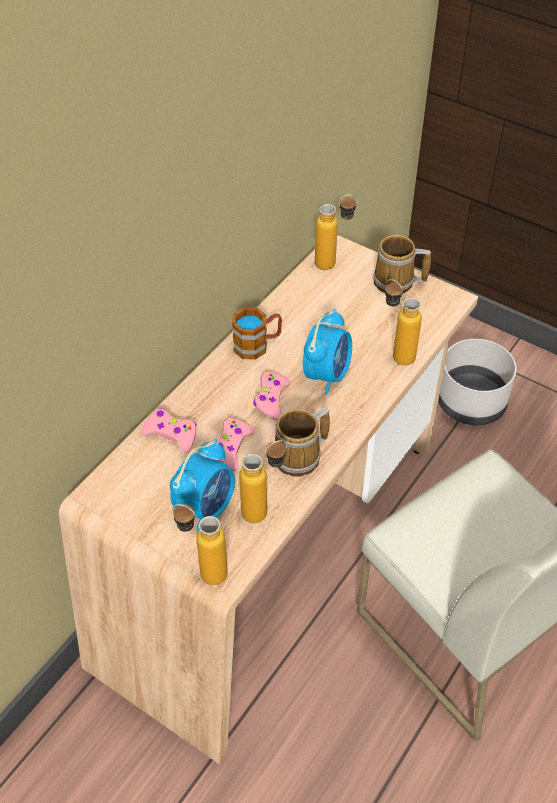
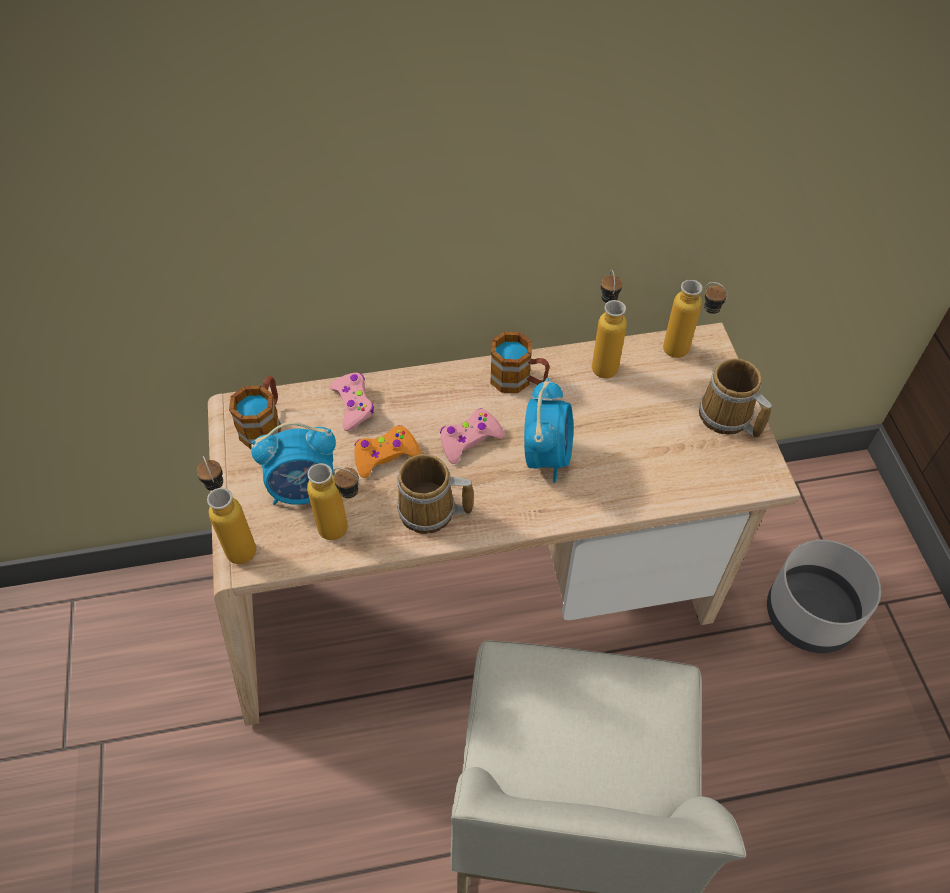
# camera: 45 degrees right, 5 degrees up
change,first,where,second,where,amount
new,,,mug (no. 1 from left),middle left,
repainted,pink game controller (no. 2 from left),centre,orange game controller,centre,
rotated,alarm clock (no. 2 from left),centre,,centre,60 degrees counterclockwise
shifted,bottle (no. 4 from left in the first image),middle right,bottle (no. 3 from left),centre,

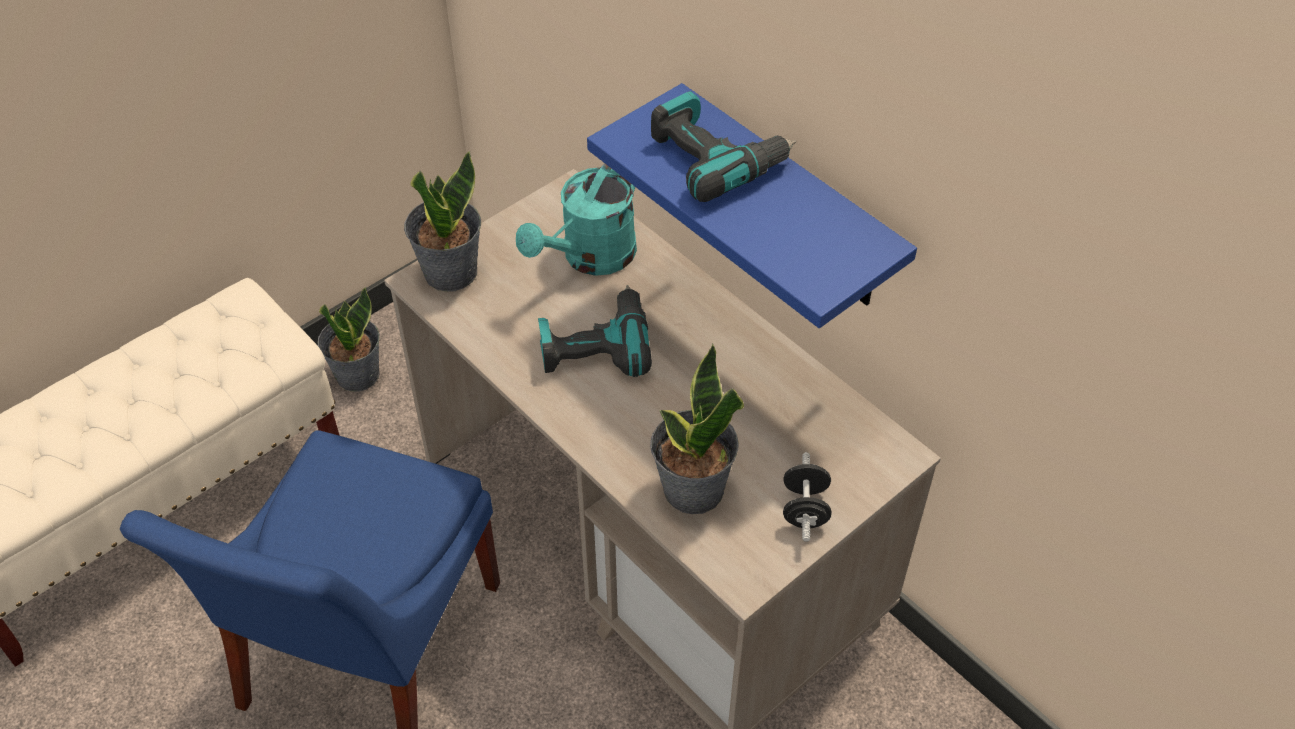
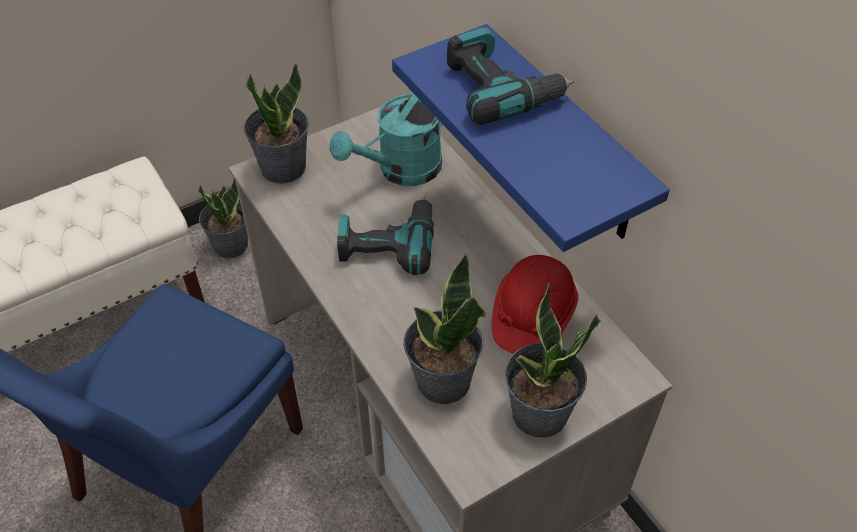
# camera: 10 degrees right, 0 degrees up
change,first,where,second,where,amount
new,,,red hard hat,centre,
swapped,black dumbbell,bottom centre,potted plant (no. 4 from left),bottom centre,

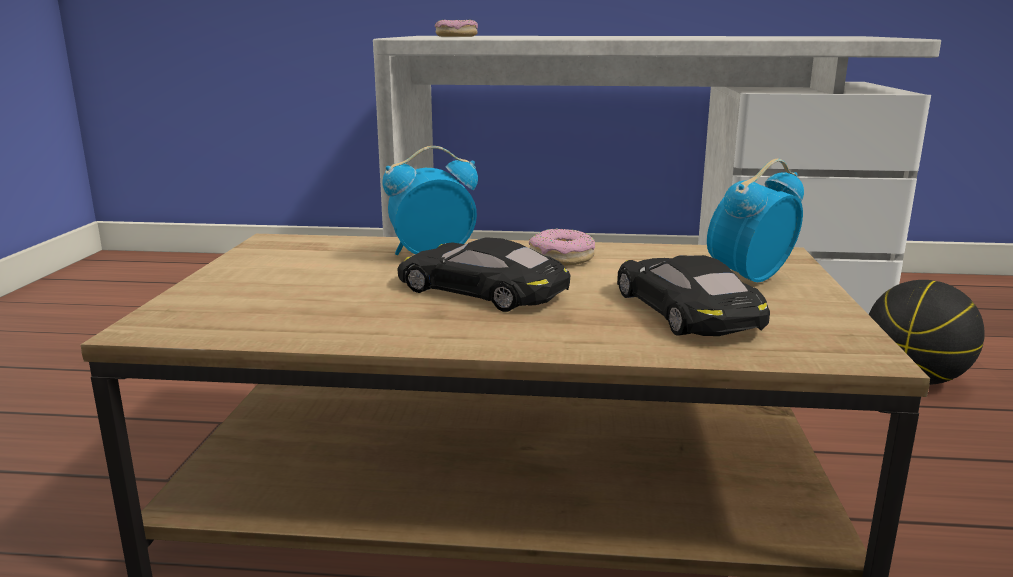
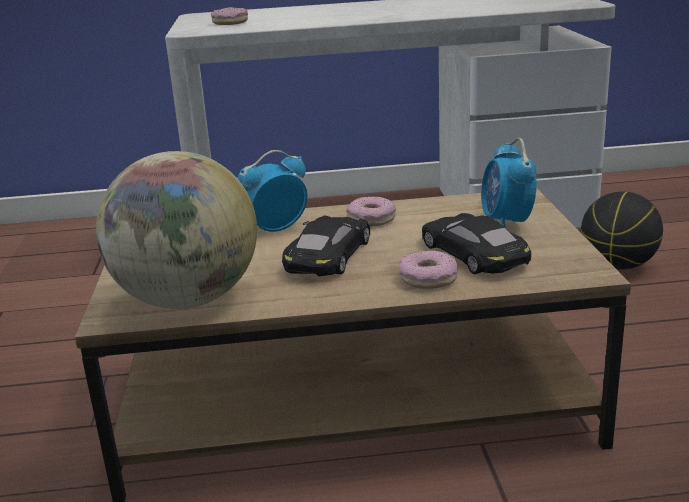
# camera: 10 degrees left, 5 degrees up
change,first,where,second,where,amount
new,,,globe,middle left,
rotated,black toy car (no. 1 from left),centre,,centre,90 degrees clockwise
new,,,donut (no. 3 from left),centre,
rotated,alarm clock (no. 2 from left),middle right,,middle right,45 degrees counterclockwise

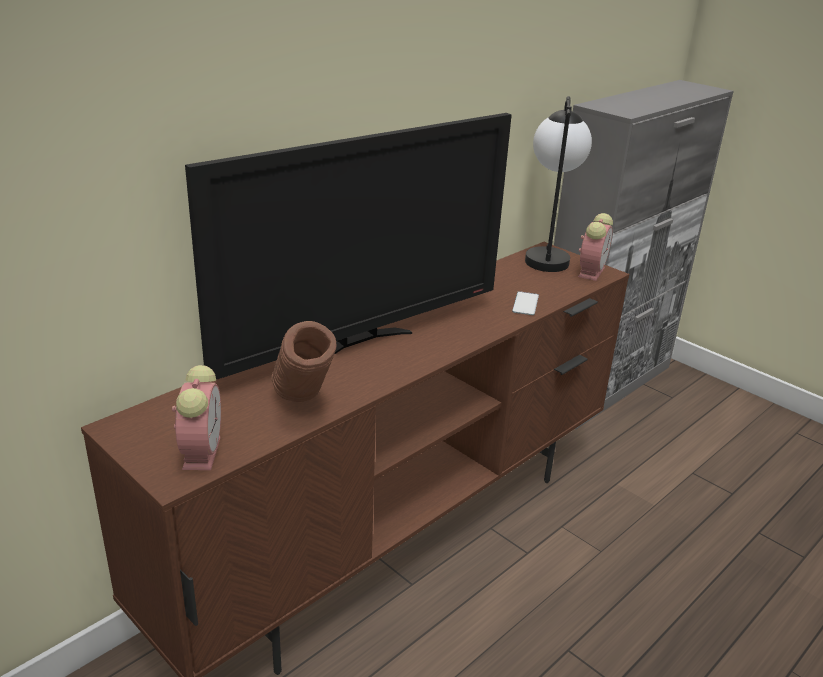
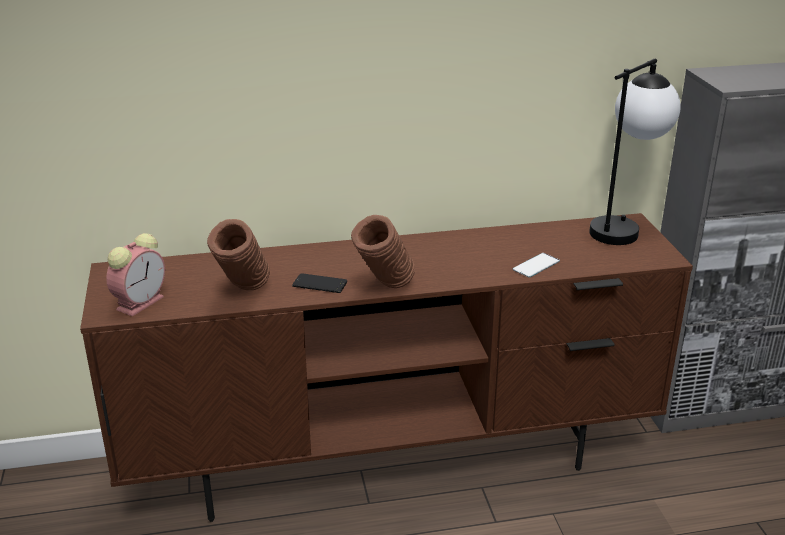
# camera: 35 degrees right, 0 degrees up
change,first,where,second,where,amount
new,,,phone (no. 1 from left),centre,
new,,,brown vase (no. 2 from left),centre,
gone,television,centre,,,
gone,alarm clock (no. 2 from left),middle right,,,

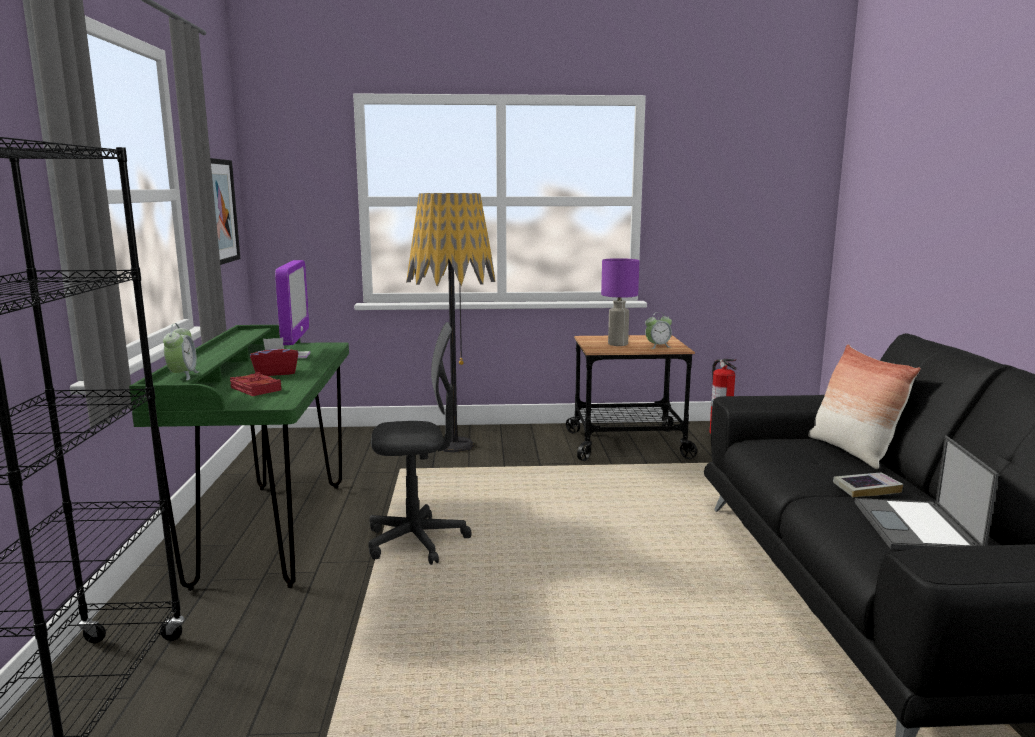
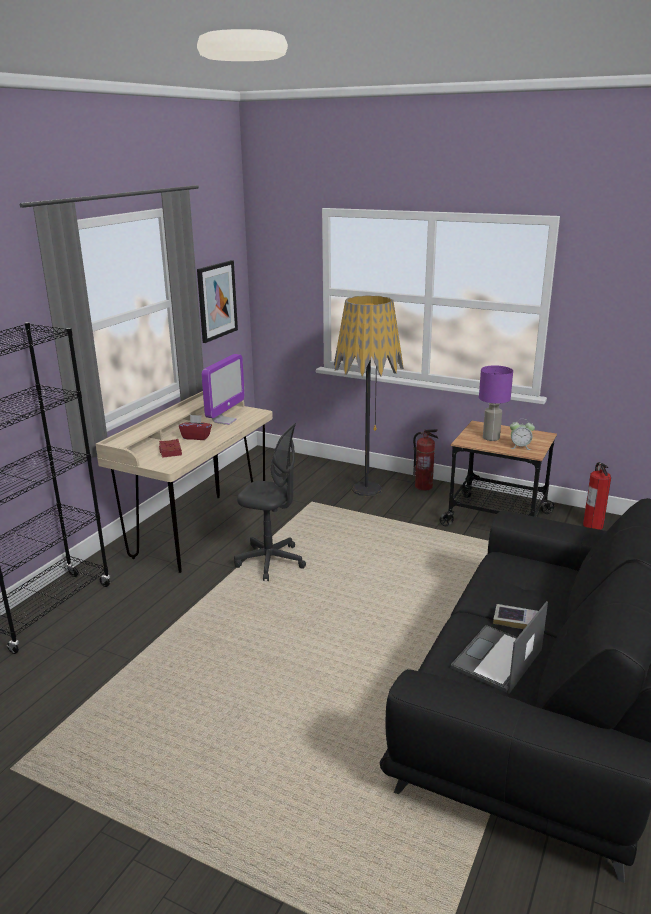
# camera: 30 degrees right, 10 degrees up
change,first,where,second,where,amount
repainted,green desk,middle left,beige desk,middle left,
new,,,fire extinguisher (no. 1 from left),centre,
gone,alarm clock (no. 1 from left),middle left,,,
gone,pillow,middle right,,,

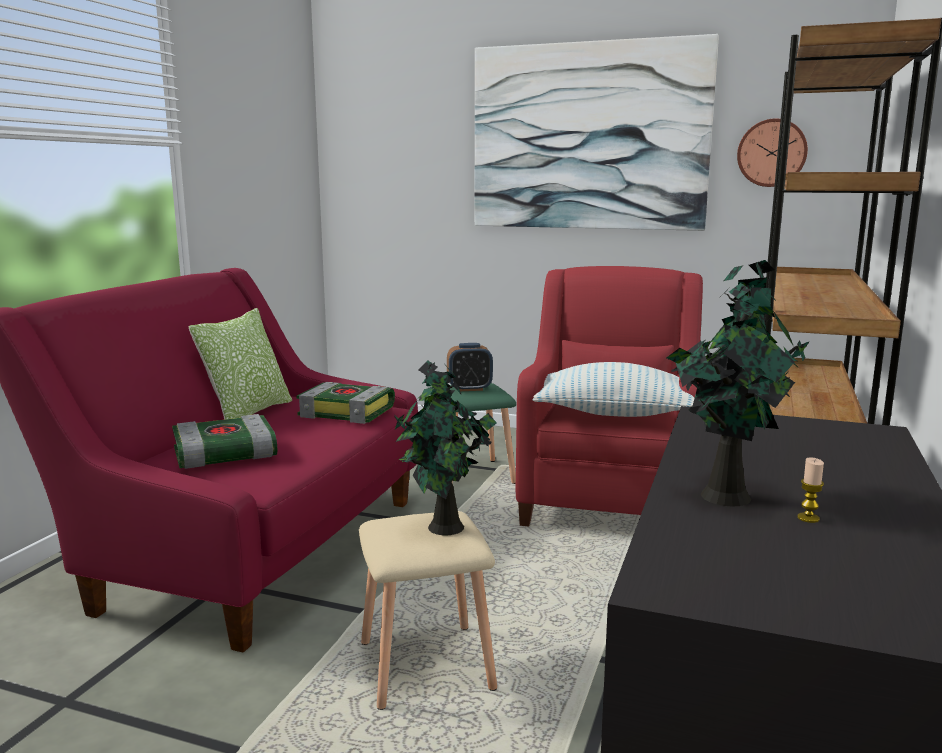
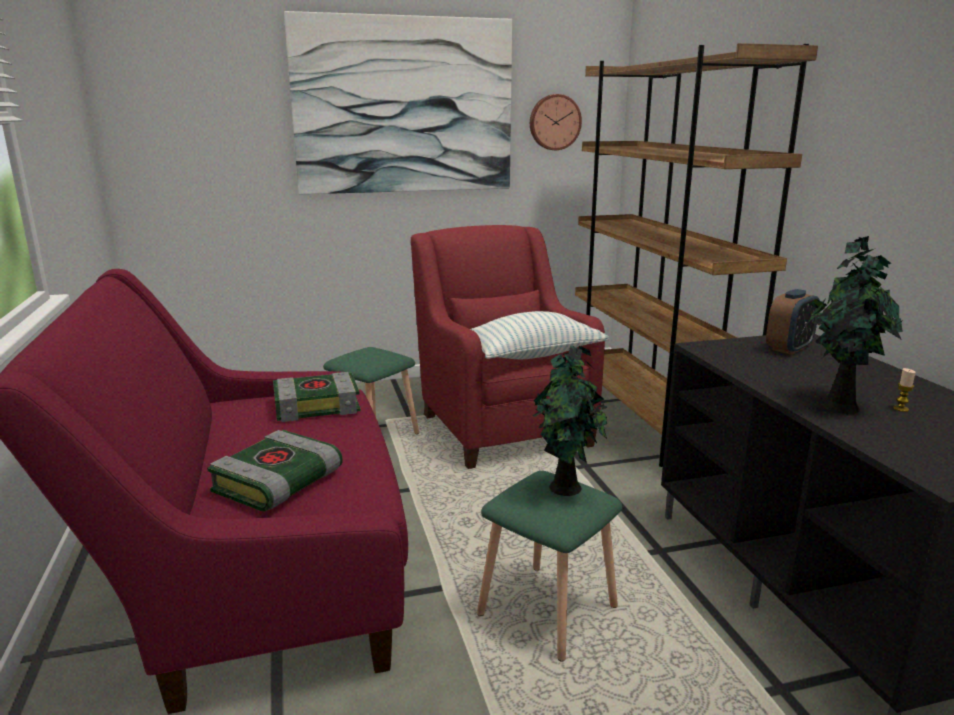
# camera: 35 degrees left, 5 degrees up
change,first,where,second,where,amount
repainted,beige stool,bottom centre,green stool (no. 2 from left),bottom centre,
shifted,alarm clock,centre,,middle right,
gone,pillow (no. 1 from left),middle left,,,

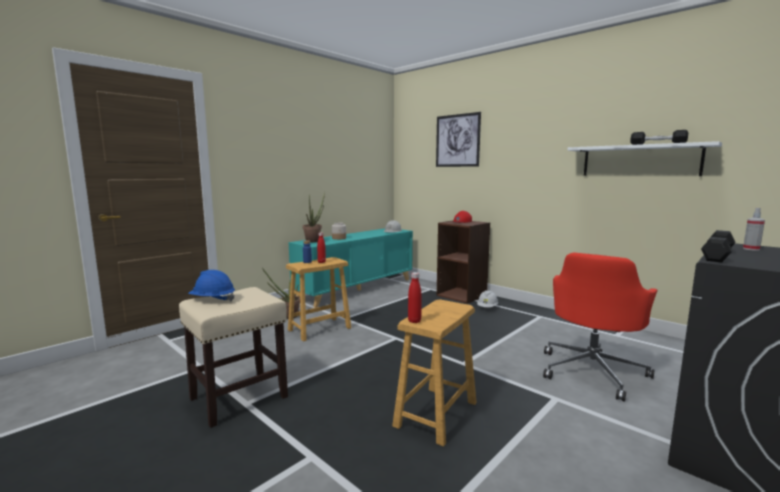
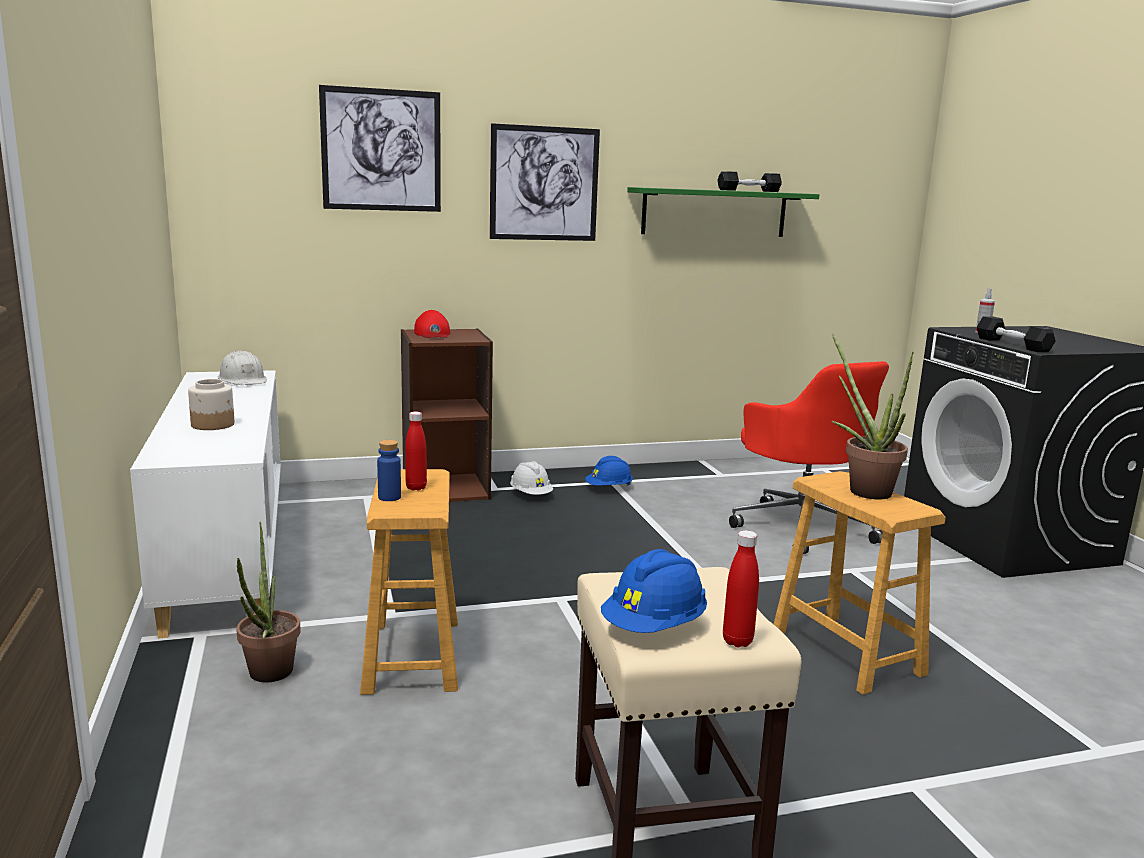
# camera: 60 degrees left, 5 degrees up
change,first,where,second,where,amount
repainted,turquoise cabinet,centre,white cabinet,middle left,
new,,,picture (no. 2 from left),top centre,
new,,,blue hard hat (no. 1 from left),centre,
repainted,white shelf,top right,green shelf,top centre,
shifted,red bottle (no. 2 from left),centre,,bottom centre,
shifted,potted plant (no. 2 from left),centre,,middle right,

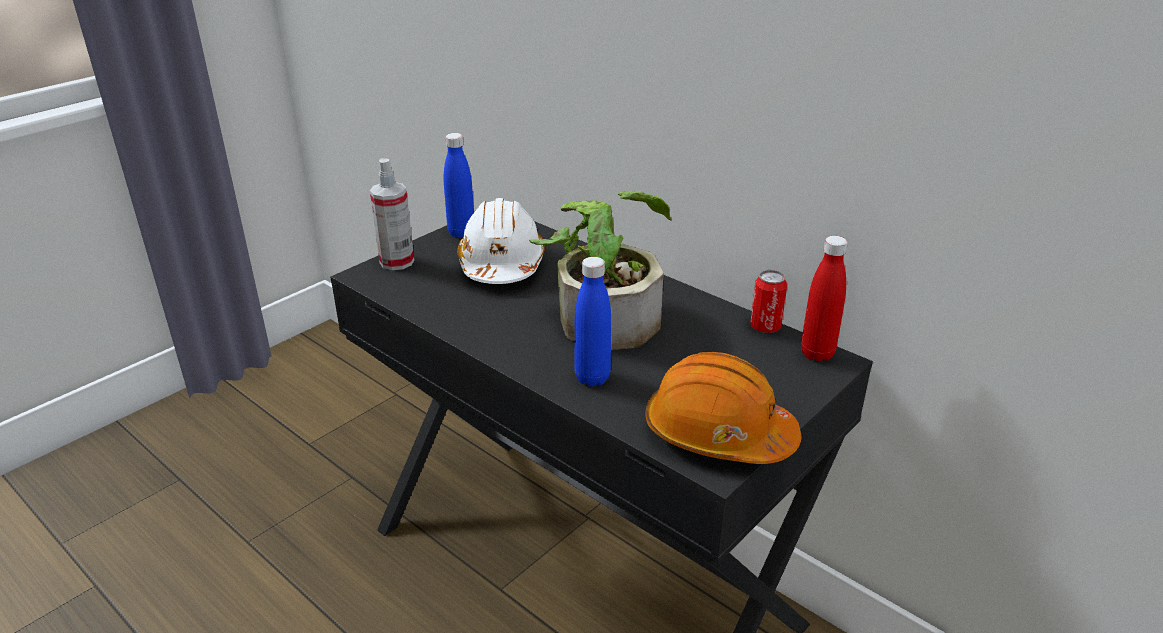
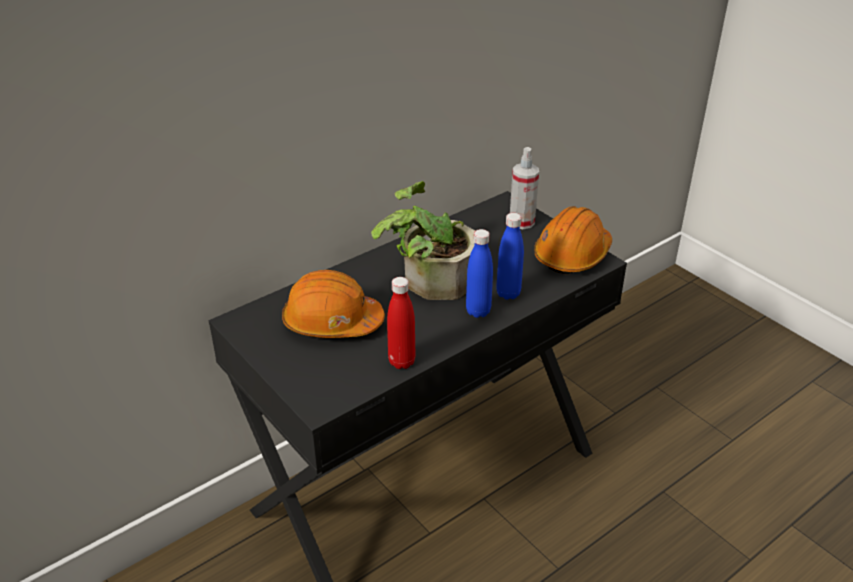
# camera: 80 degrees left, 5 degrees up
change,first,where,second,where,amount
repainted,white hard hat,centre,orange hard hat (no. 1 from left),centre,
shifted,red bottle,middle right,,centre,
shifted,blue bottle (no. 1 from left),top centre,,centre,
shifted,spray bottle,centre,,top centre,
gone,can,centre,,,

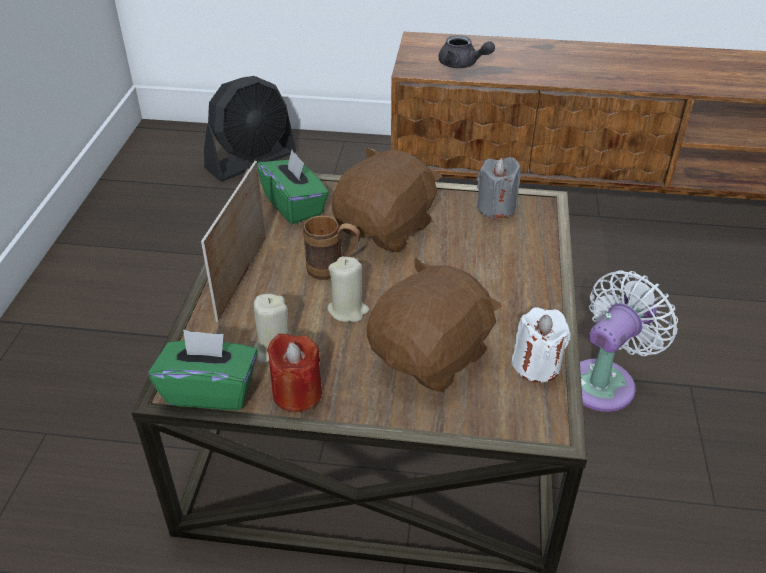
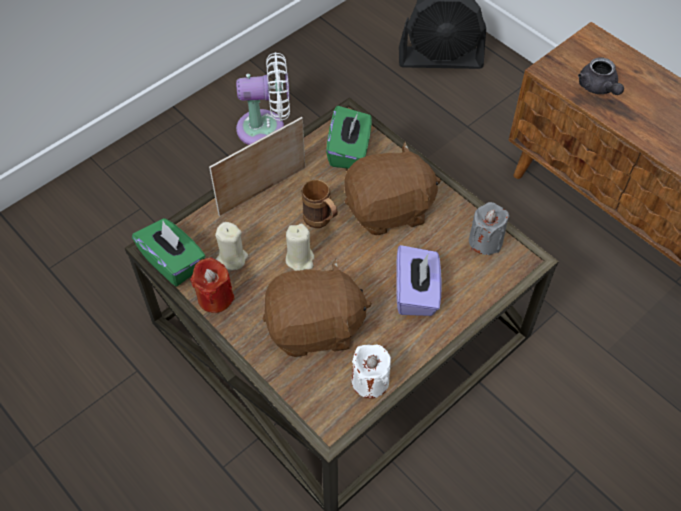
# camera: 40 degrees right, 15 degrees up
change,first,where,second,where,amount
shifted,white fan,middle right,,top centre,
new,,,purple tissue box,centre,

